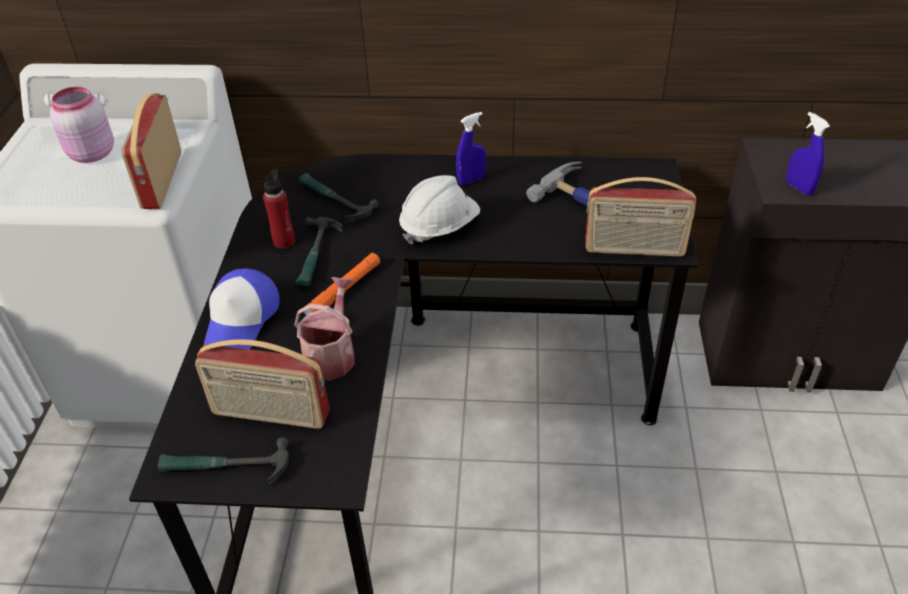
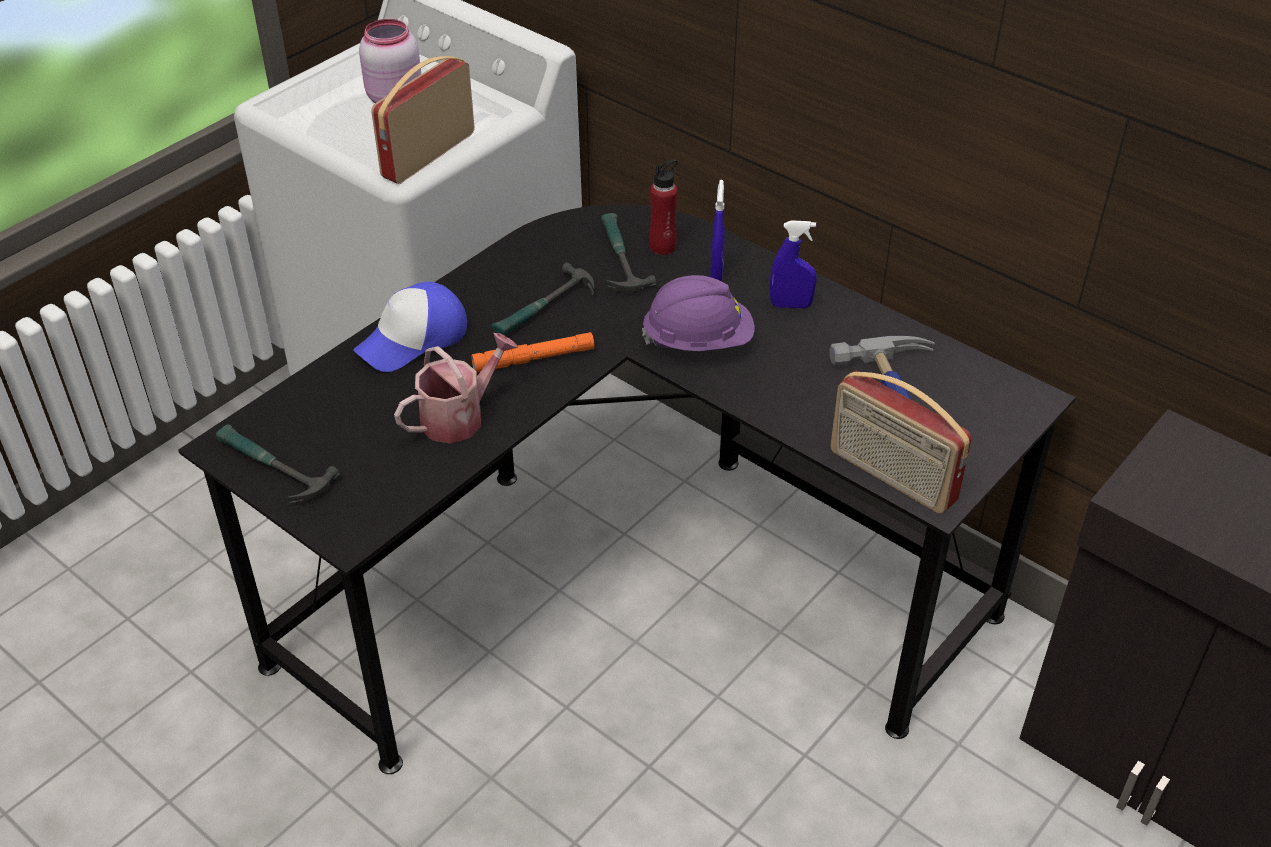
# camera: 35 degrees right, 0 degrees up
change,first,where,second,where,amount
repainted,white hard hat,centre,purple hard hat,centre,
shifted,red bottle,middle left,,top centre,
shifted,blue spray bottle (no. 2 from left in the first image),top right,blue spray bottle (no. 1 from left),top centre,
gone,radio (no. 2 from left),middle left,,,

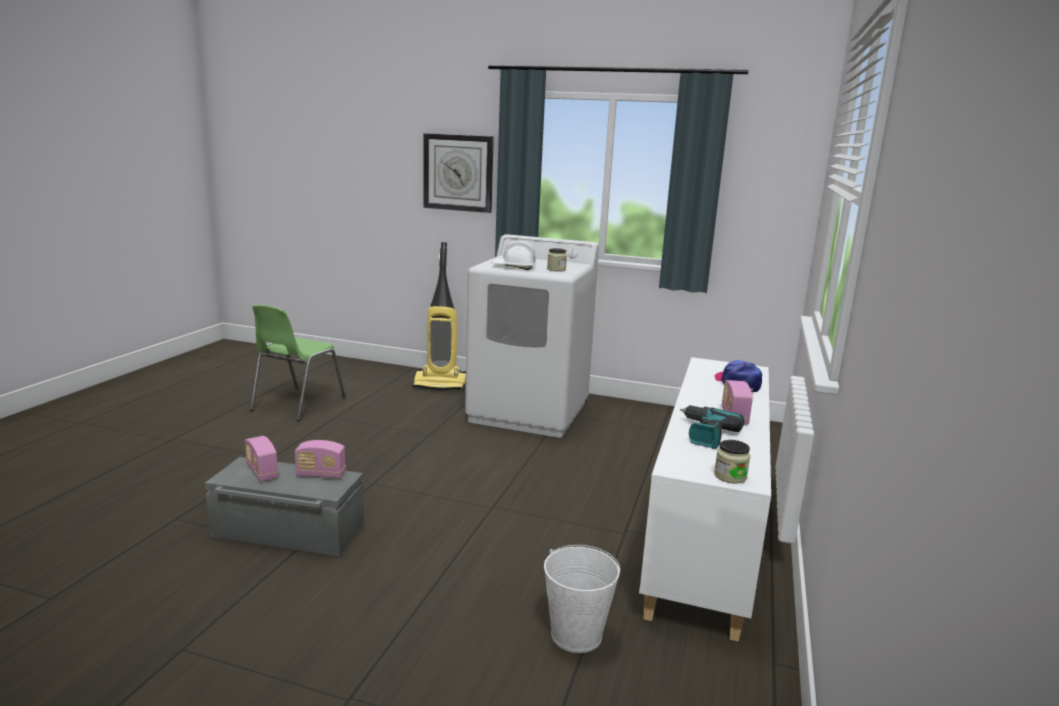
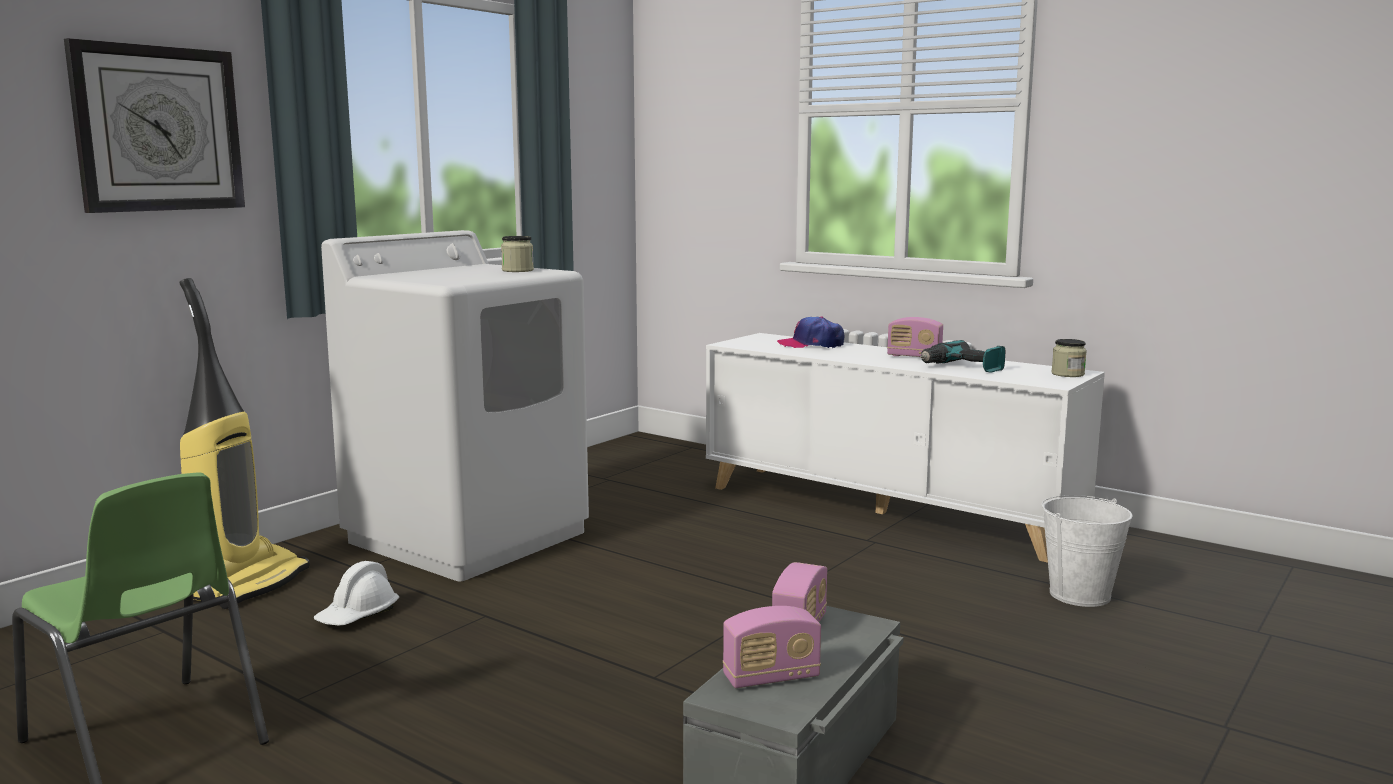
# camera: 70 degrees left, 5 degrees down
change,first,where,second,where,amount
shifted,white hard hat,centre,,bottom left,

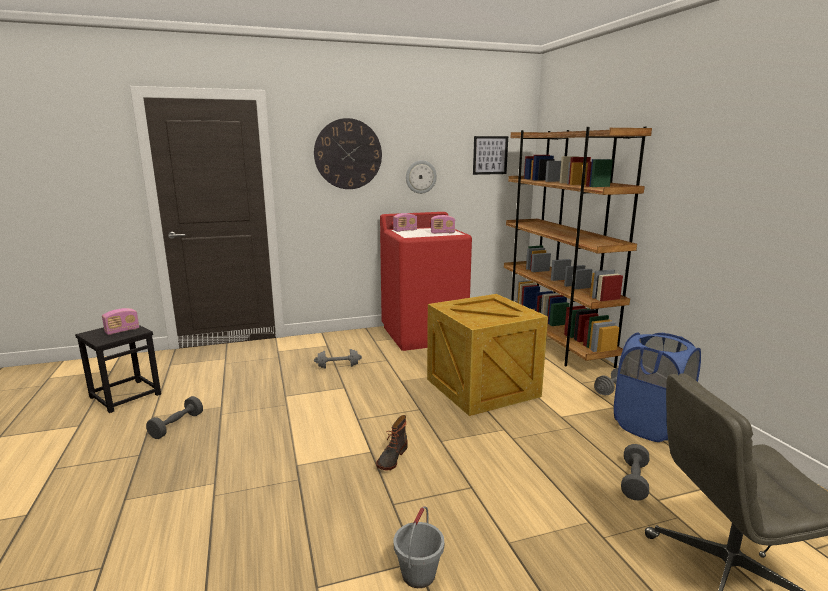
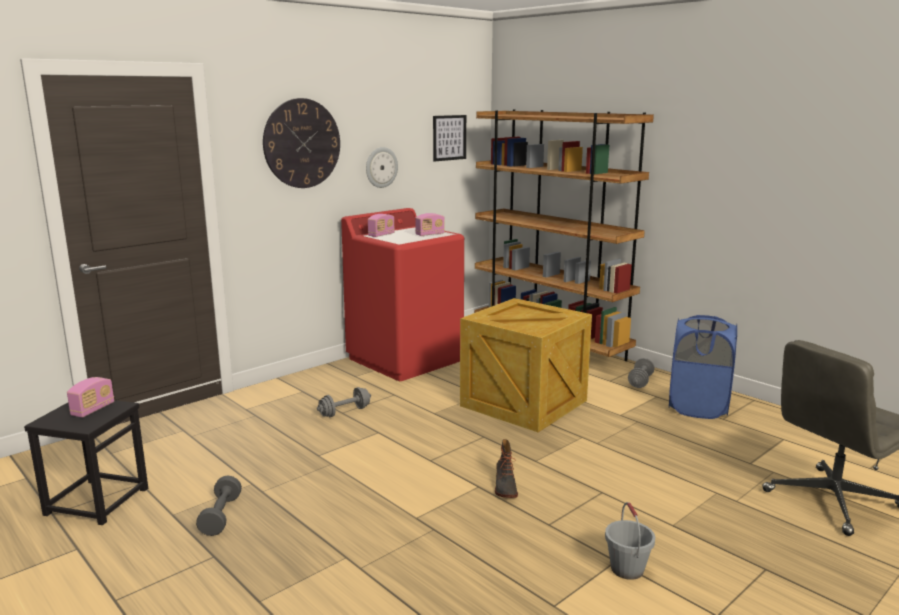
# camera: 25 degrees left, 0 degrees up
change,first,where,second,where,amount
gone,grey dumbbell (no. 4 from left),bottom right,,,

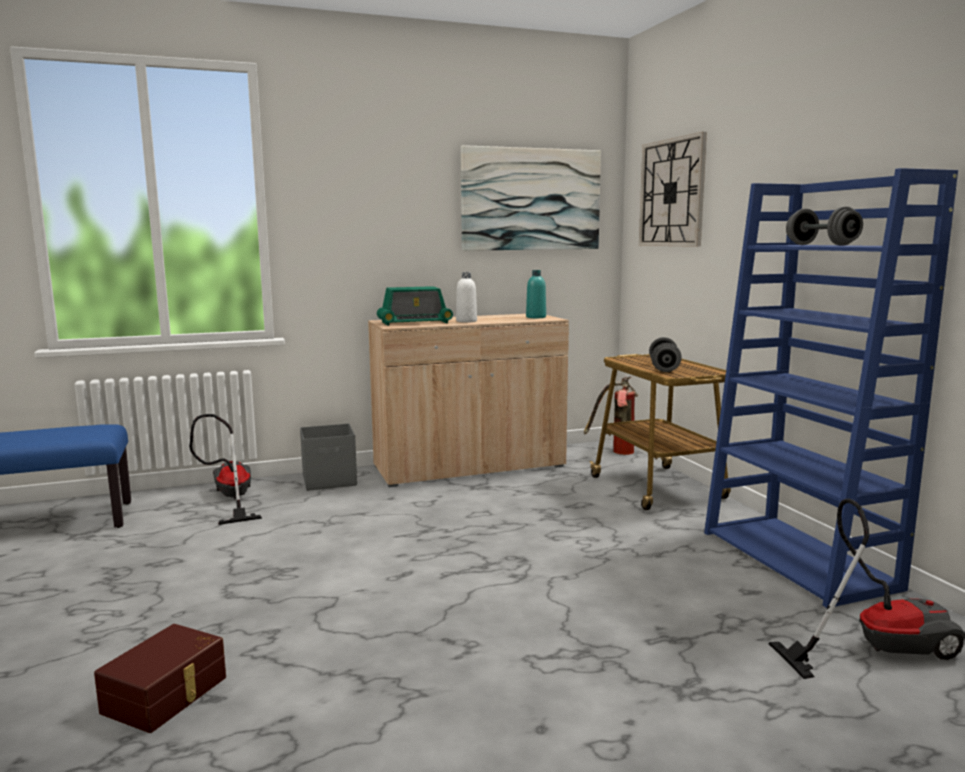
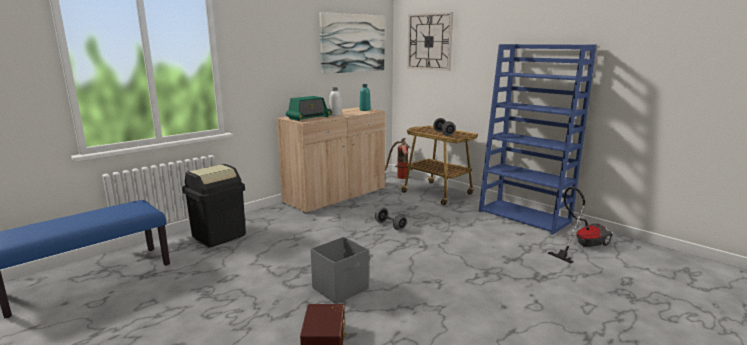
# camera: 25 degrees left, 5 degrees up
change,first,where,second,where,amount
swapped,vacuum cleaner (no. 1 from left),middle left,black trash can,middle left,
shifted,grey storage box,centre,,bottom centre,
shifted,grey dumbbell (no. 2 from left in the first image),top right,grey dumbbell (no. 1 from left),centre,

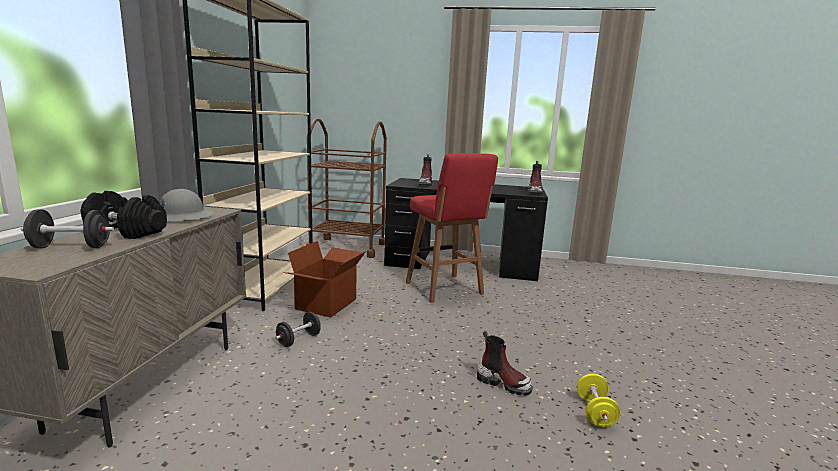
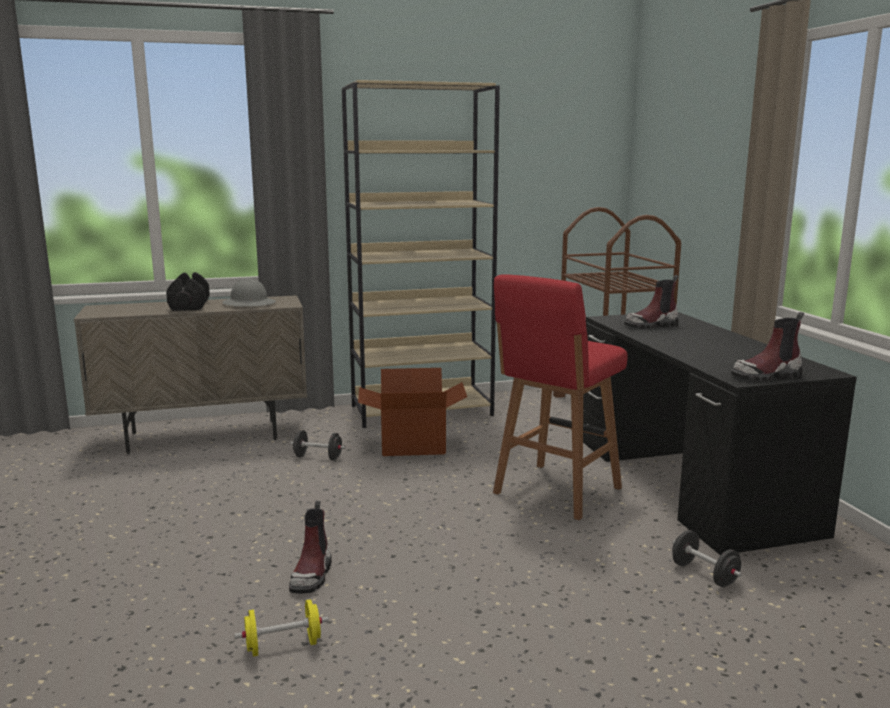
# camera: 65 degrees right, 0 degrees up
change,first,where,second,where,amount
shifted,black dumbbell (no. 1 from left in the first image),middle left,black dumbbell (no. 3 from left),bottom right,

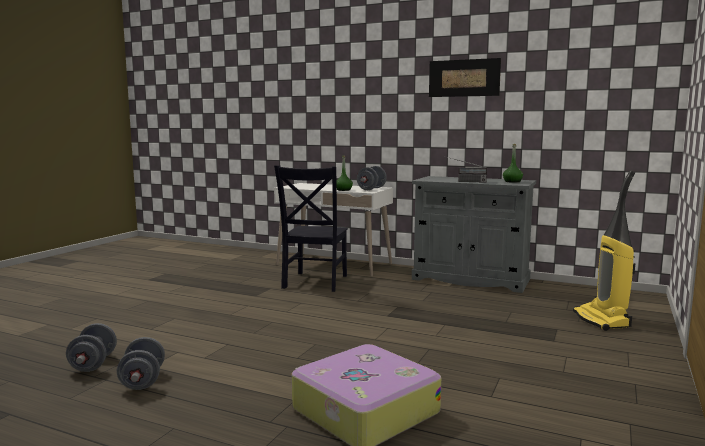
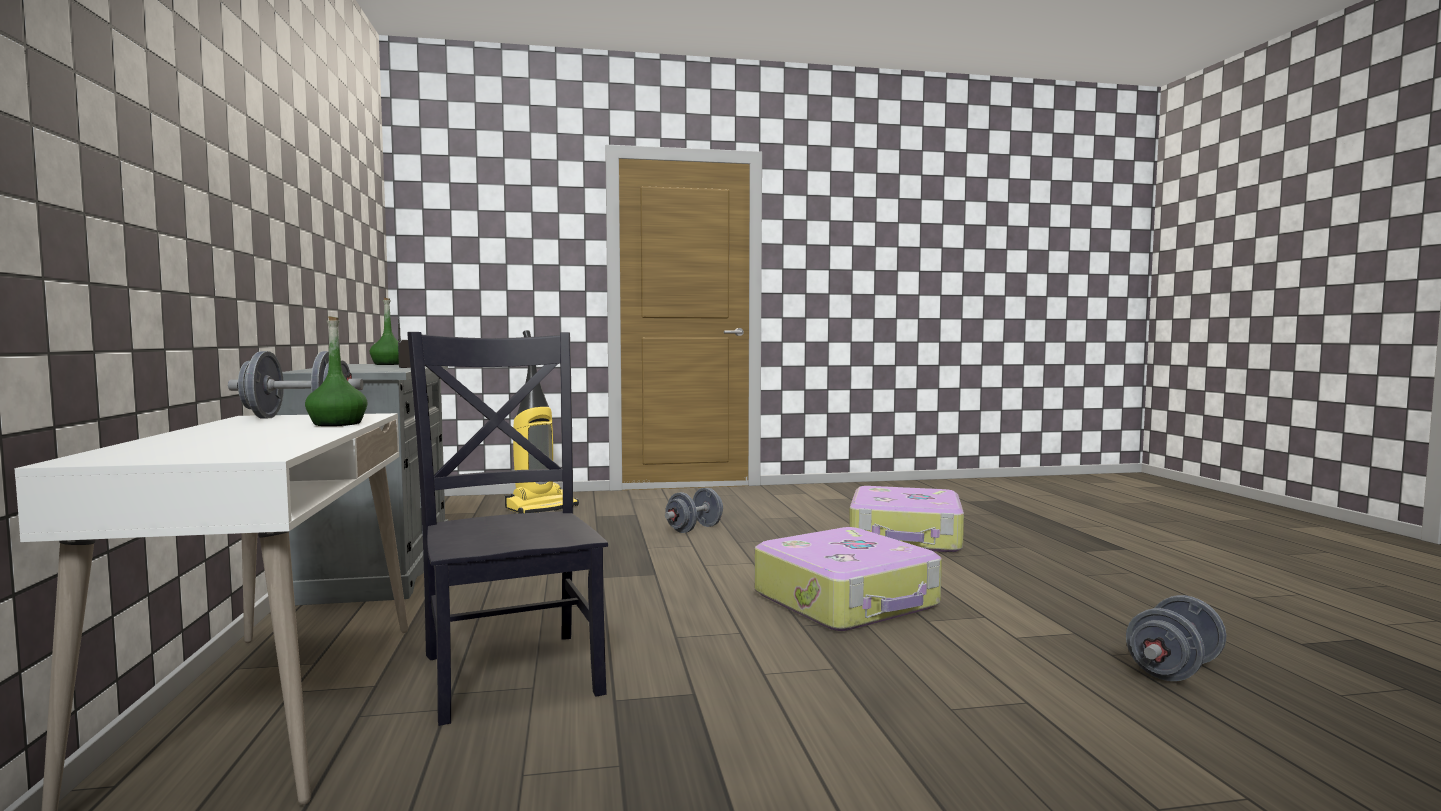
# camera: 125 degrees left, 5 degrees down
change,first,where,second,where,amount
rotated,black chair,centre,,centre,90 degrees counterclockwise
shifted,grey dumbbell (no. 2 from left),bottom left,,centre,
new,,,suitcase (no. 1 from left),bottom centre,
gone,picture,top centre,,,

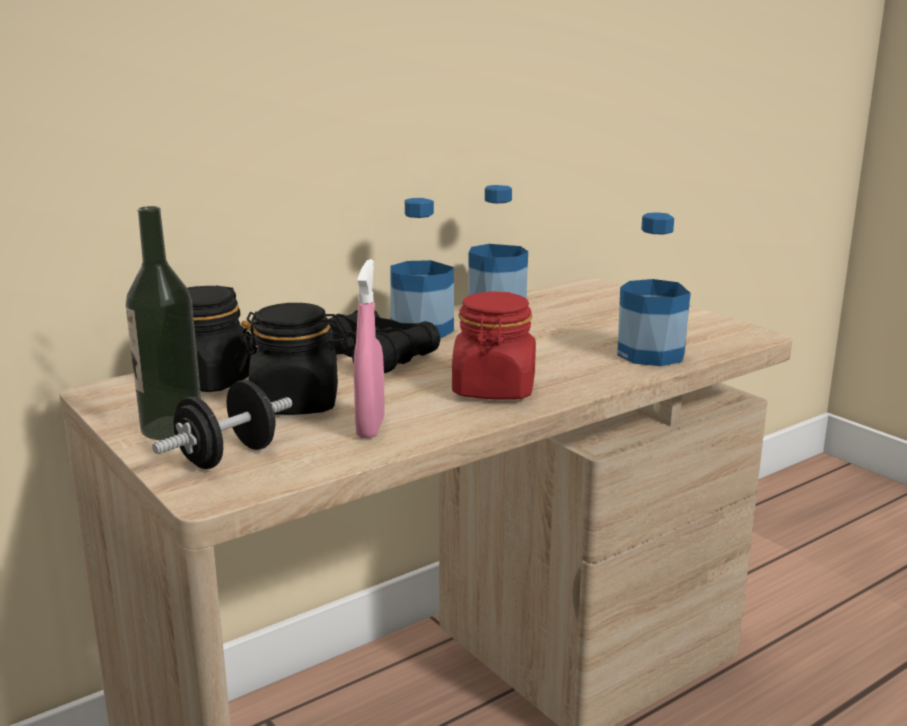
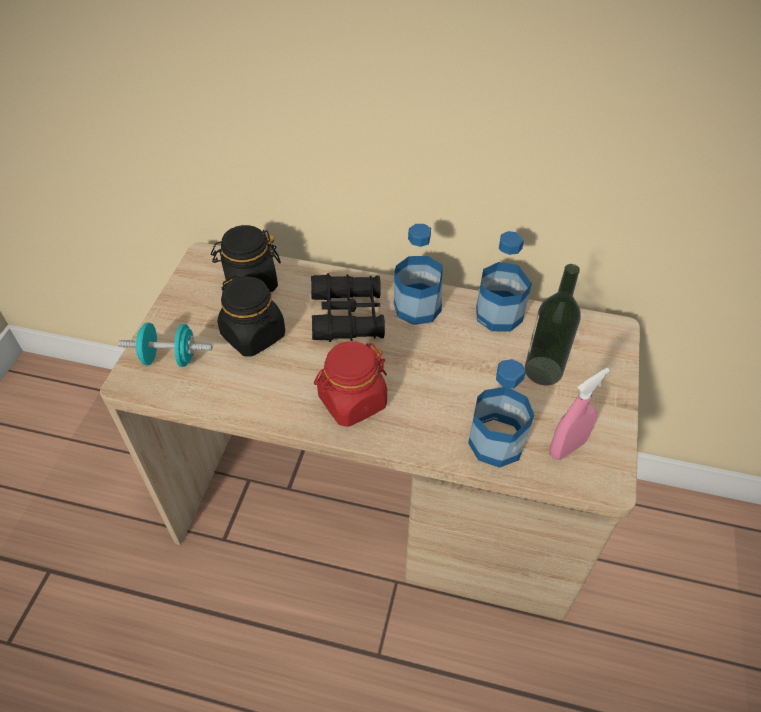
# camera: 50 degrees right, 30 degrees up
change,first,where,second,where,amount
repainted,black dumbbell,middle left,turquoise dumbbell,middle left,
shifted,bottle (no. 1 from left in the first image),middle left,bottle (no. 4 from left),middle right,
shifted,pink spray bottle,centre,,middle right,

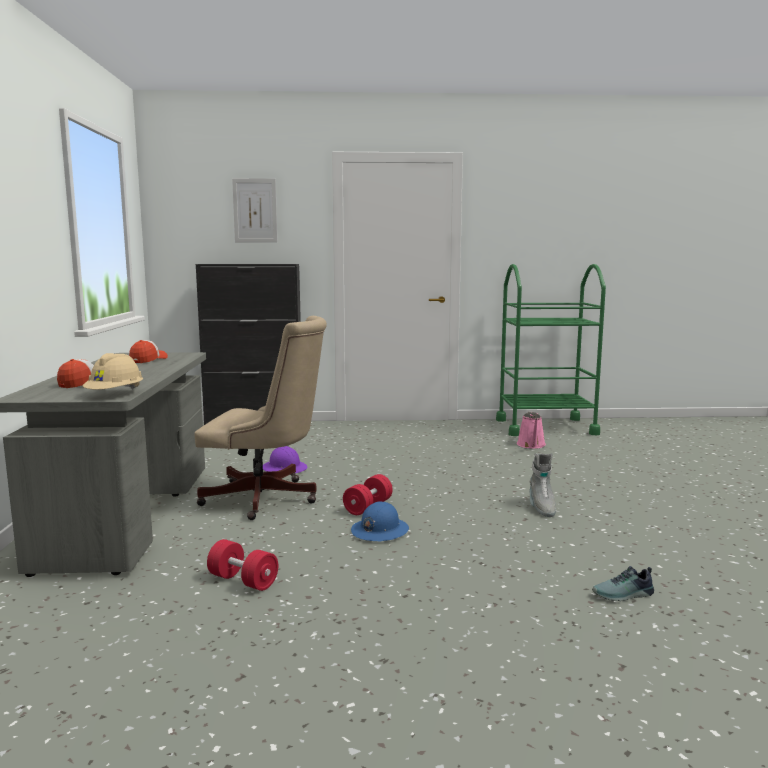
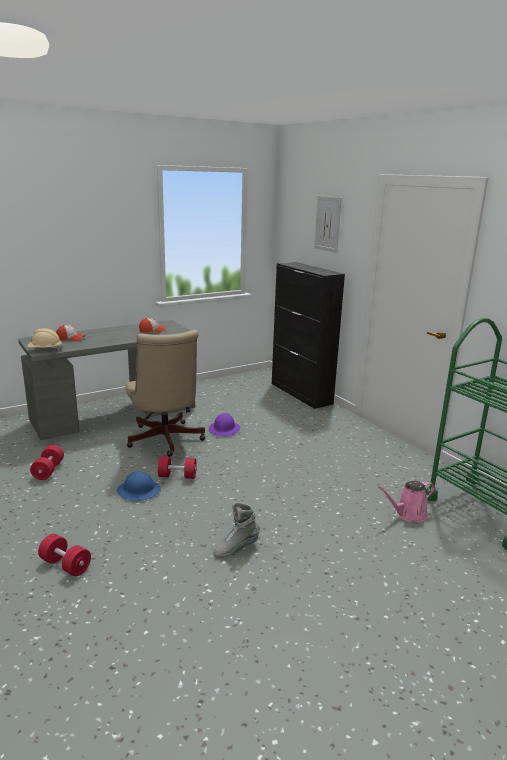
# camera: 60 degrees right, 10 degrees up
change,first,where,second,where,amount
new,,,red dumbbell (no. 2 from left),bottom left,
gone,shoe,bottom right,,,

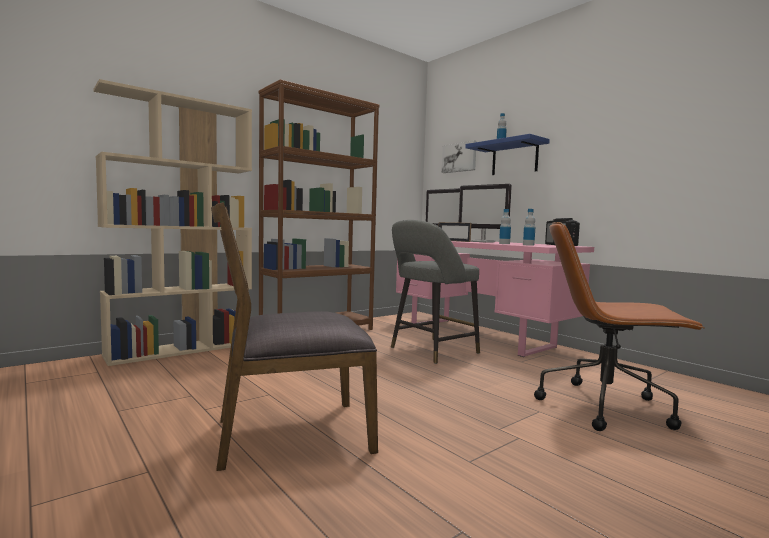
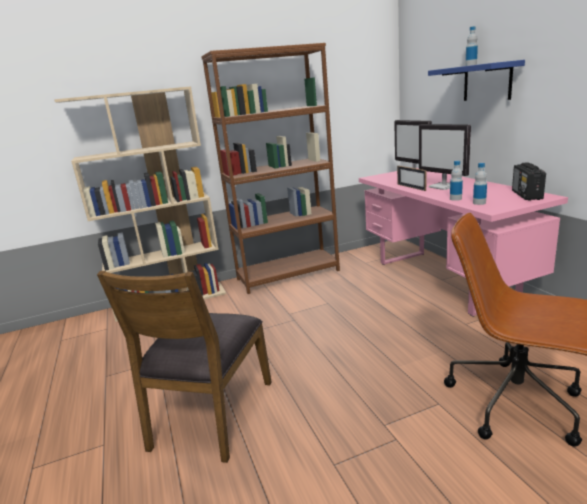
# camera: 20 degrees right, 15 degrees up
change,first,where,second,where,amount
rotated,brown chair,centre,,bottom left,75 degrees counterclockwise
gone,grey stool,centre,,,
gone,picture,top centre,,,

